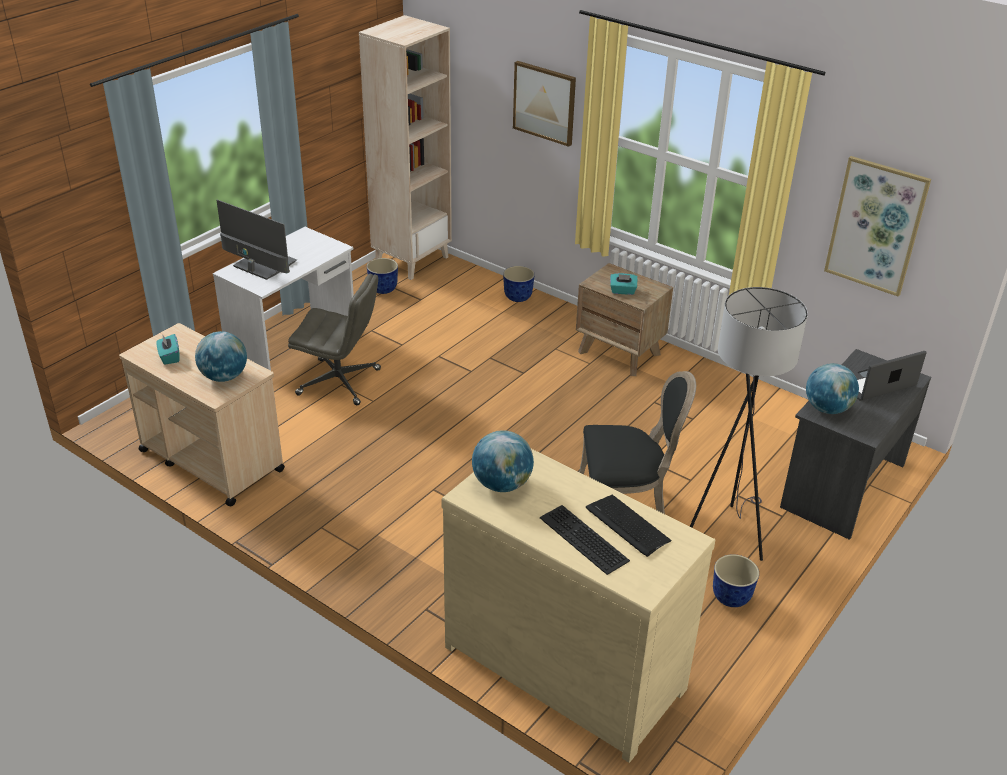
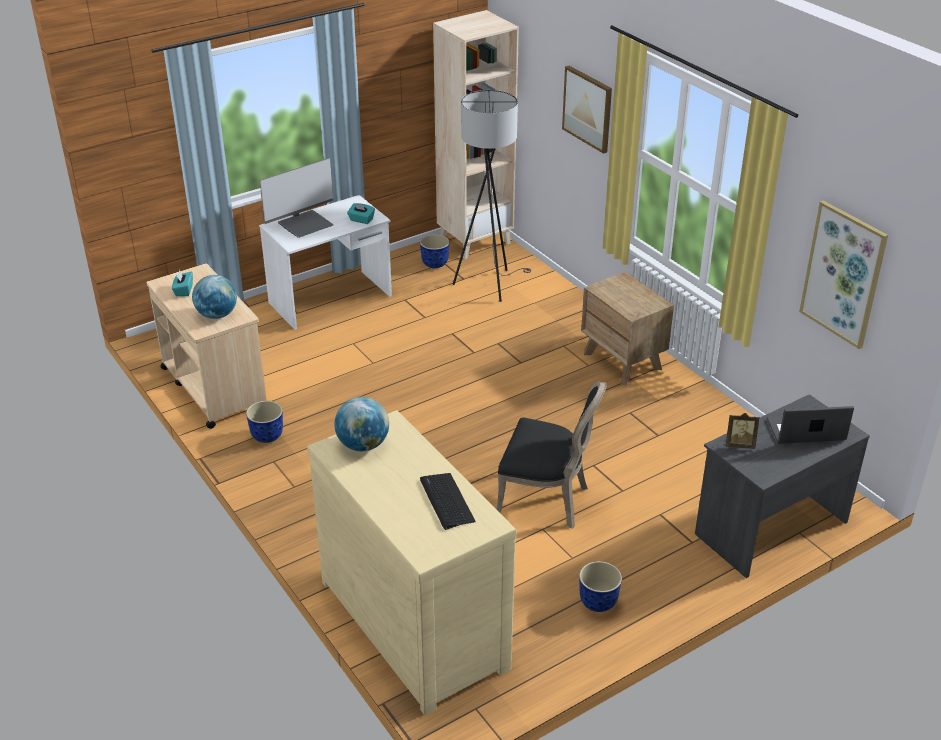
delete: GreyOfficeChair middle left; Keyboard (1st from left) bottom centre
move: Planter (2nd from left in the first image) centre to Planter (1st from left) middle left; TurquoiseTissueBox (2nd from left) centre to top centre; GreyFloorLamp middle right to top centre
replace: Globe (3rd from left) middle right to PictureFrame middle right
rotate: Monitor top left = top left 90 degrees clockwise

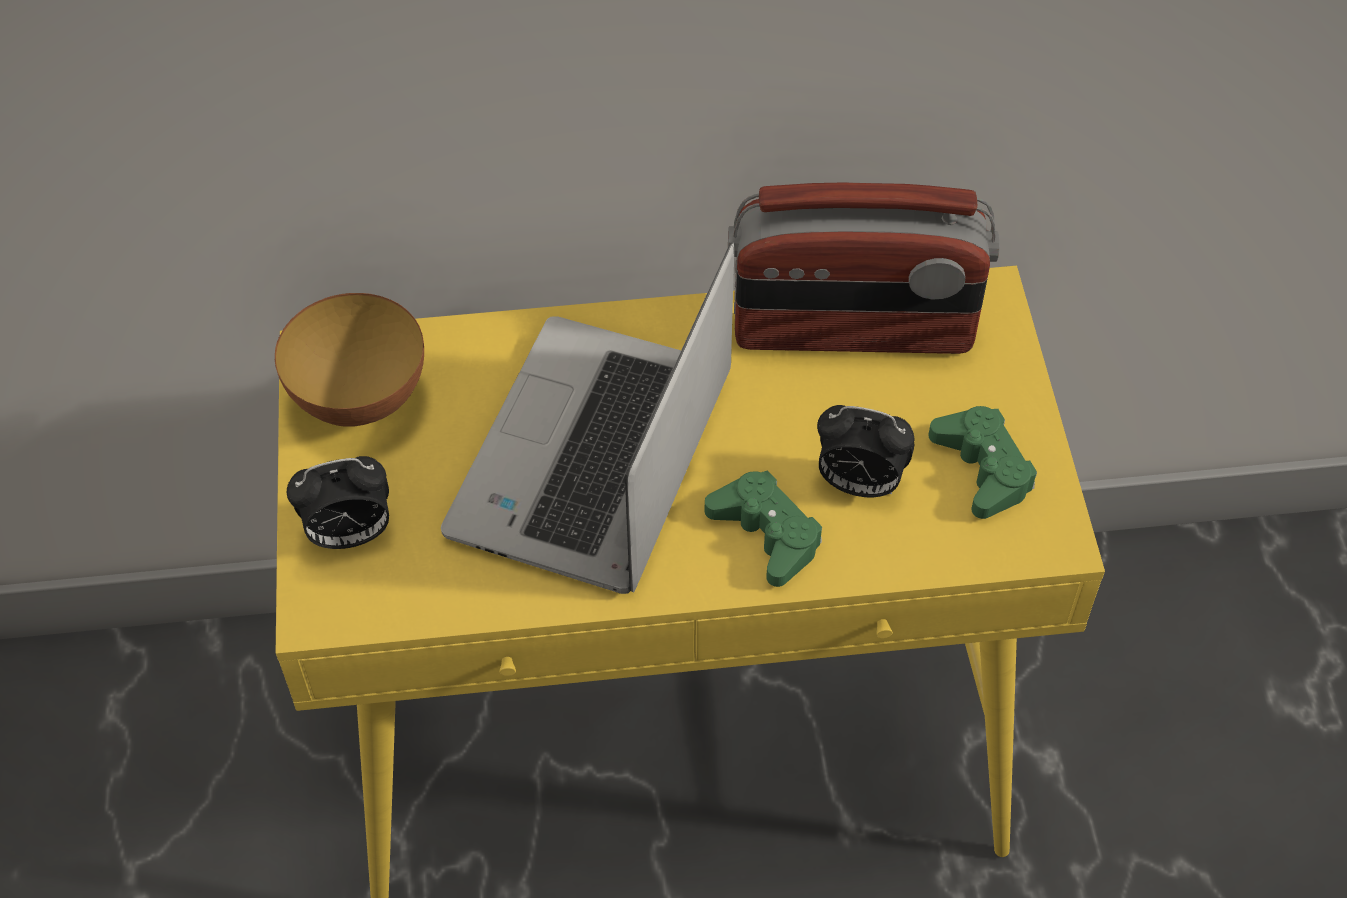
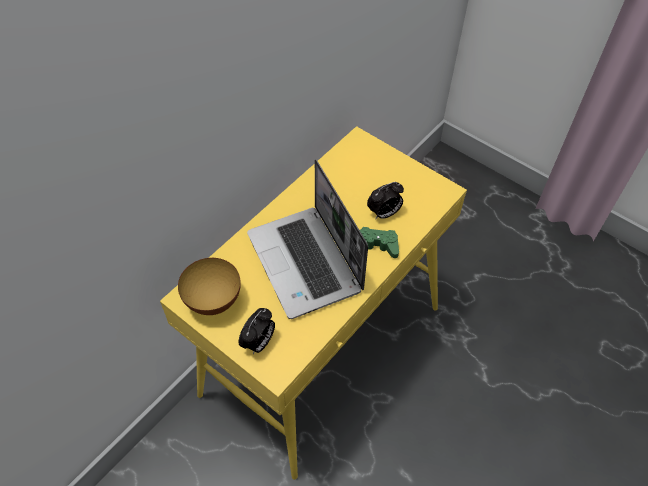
delete: Radio top centre; GreenGameController (2nd from left) middle right

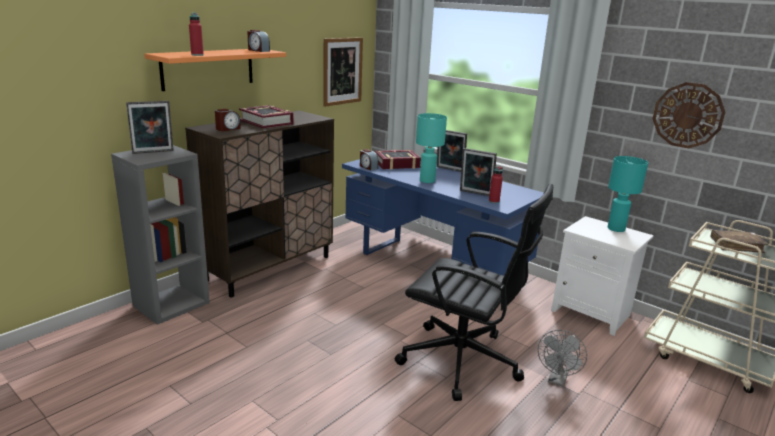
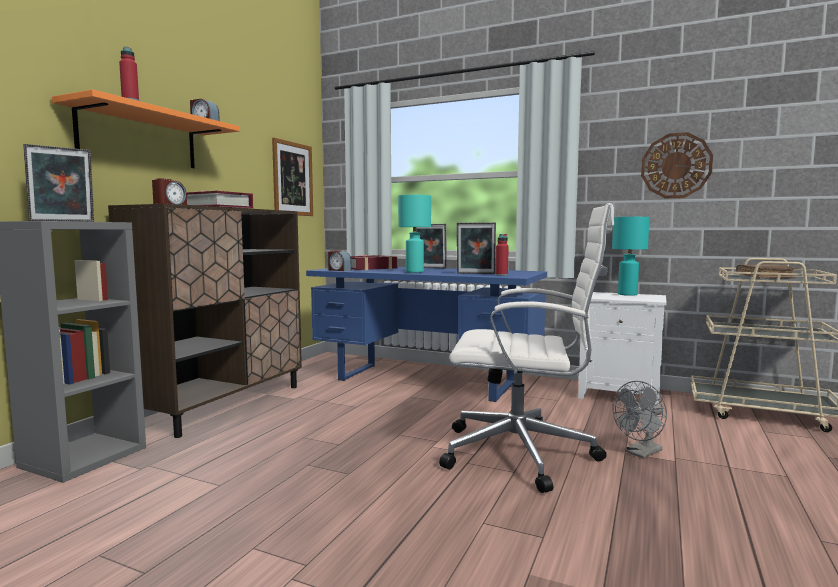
recolor: BlackOfficeChair bottom centre to WhiteOfficeChair centre
rotate: GreyFan bottom right = bottom right 45 degrees clockwise

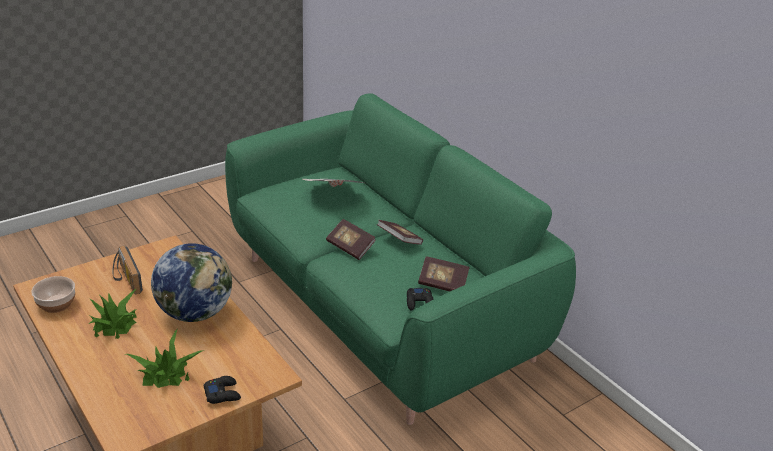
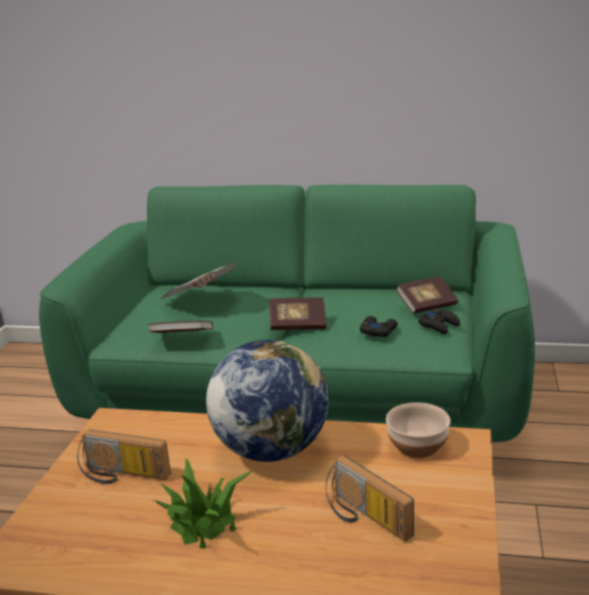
move: Book (2nd from left in the first image) centre to Book (1st from left) middle left; BlackGameController (1st from left) bottom left to centre; Bowl middle left to bottom right
replace: PottedPlant (2nd from left) bottom left to Radio (2nd from left) bottom centre

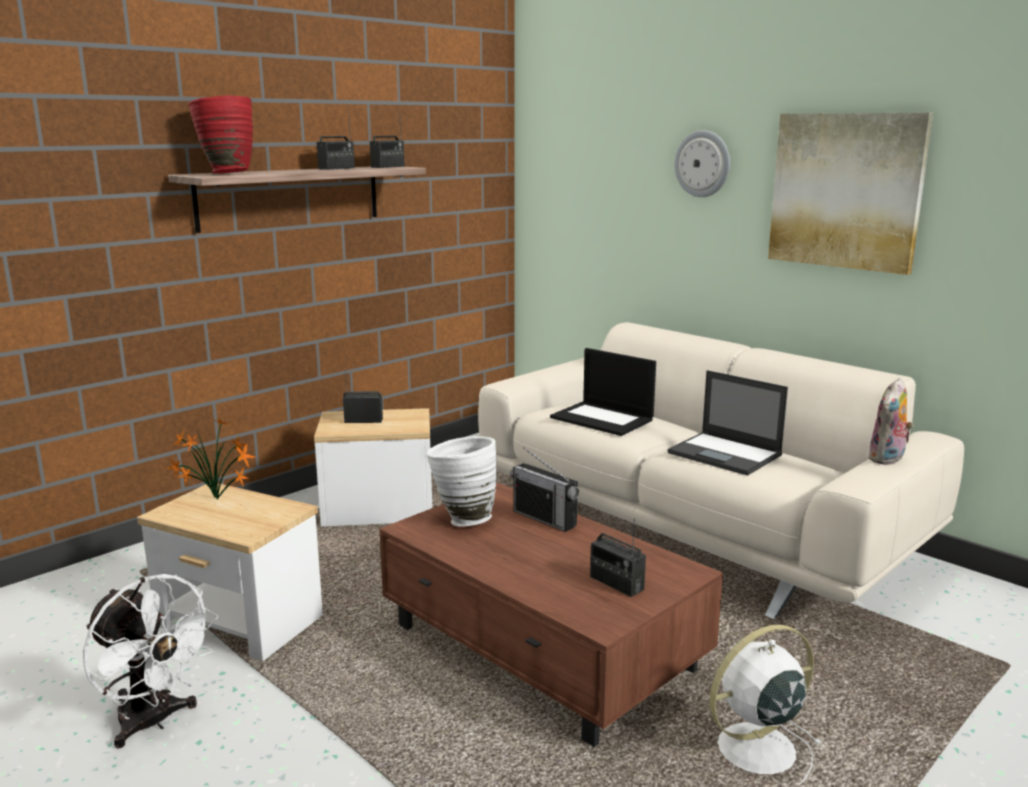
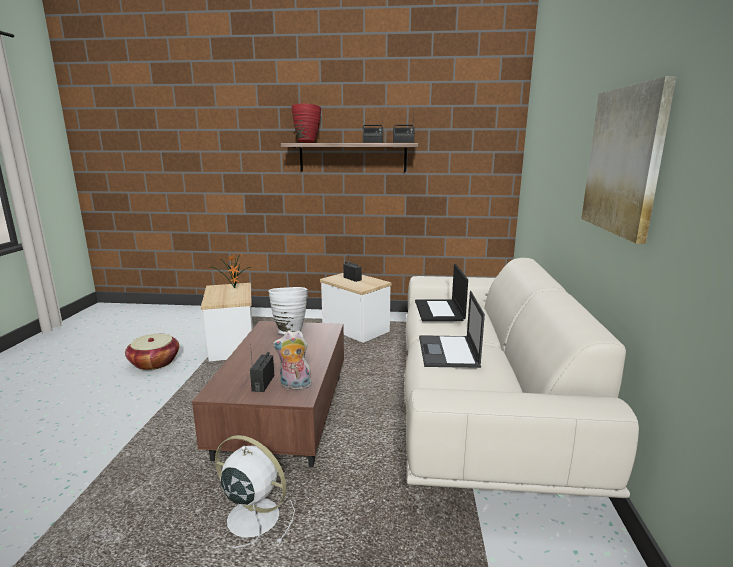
delete: Radio (4th from left) centre; WallClock top right
move: PlushToy middle right to centre
replace: WhiteFan (1st from left) bottom left to Basket middle left

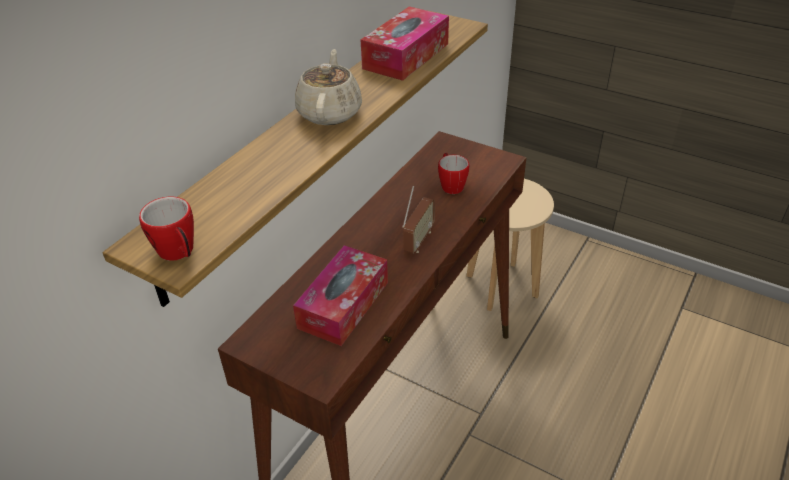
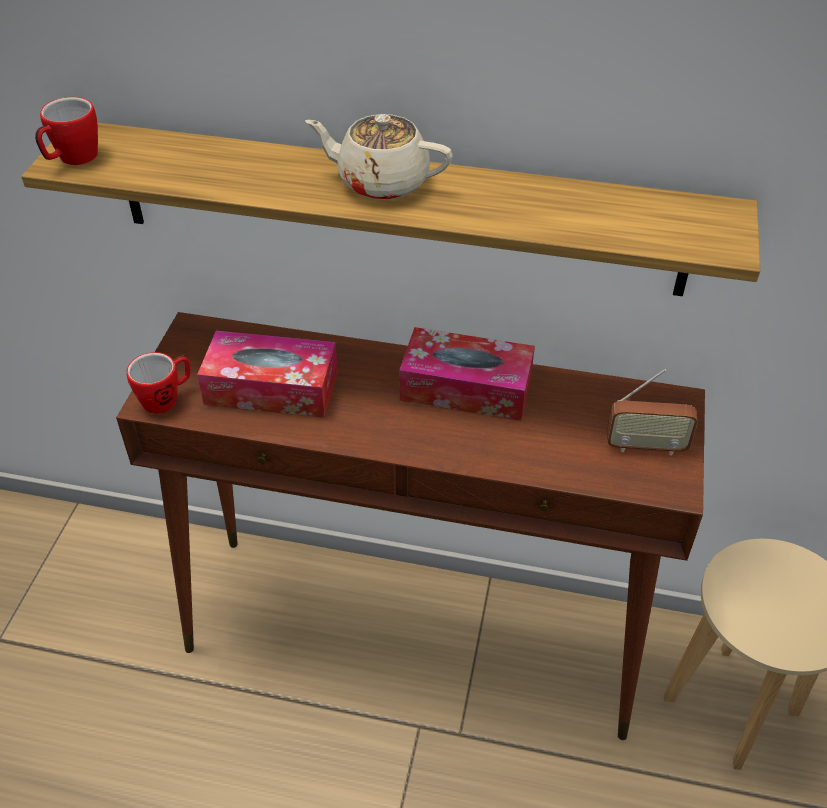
move: Mug (2nd from left) centre to middle left; TissueBox (2nd from left) top centre to centre; Radio centre to middle right
rotate: BeigeTeapot top centre = top centre 150 degrees counterclockwise

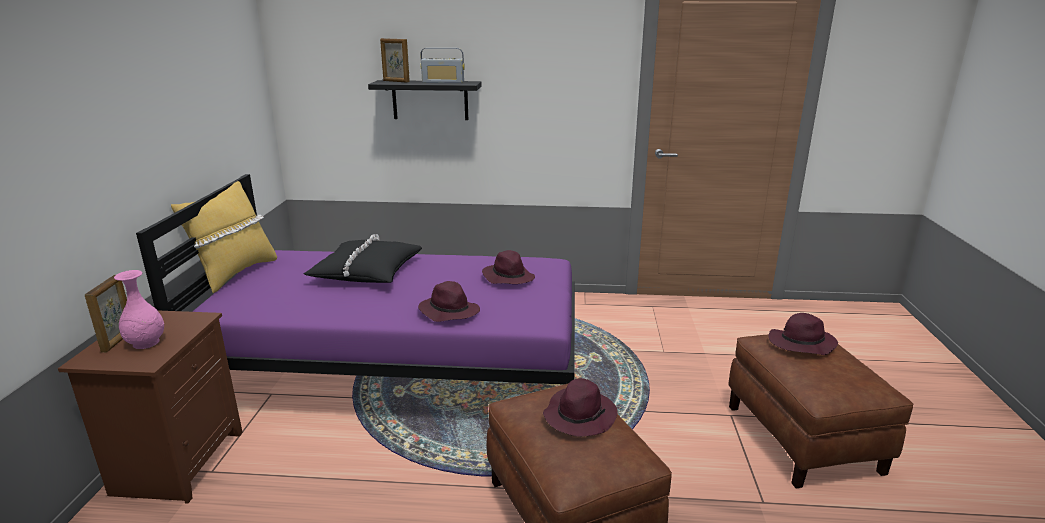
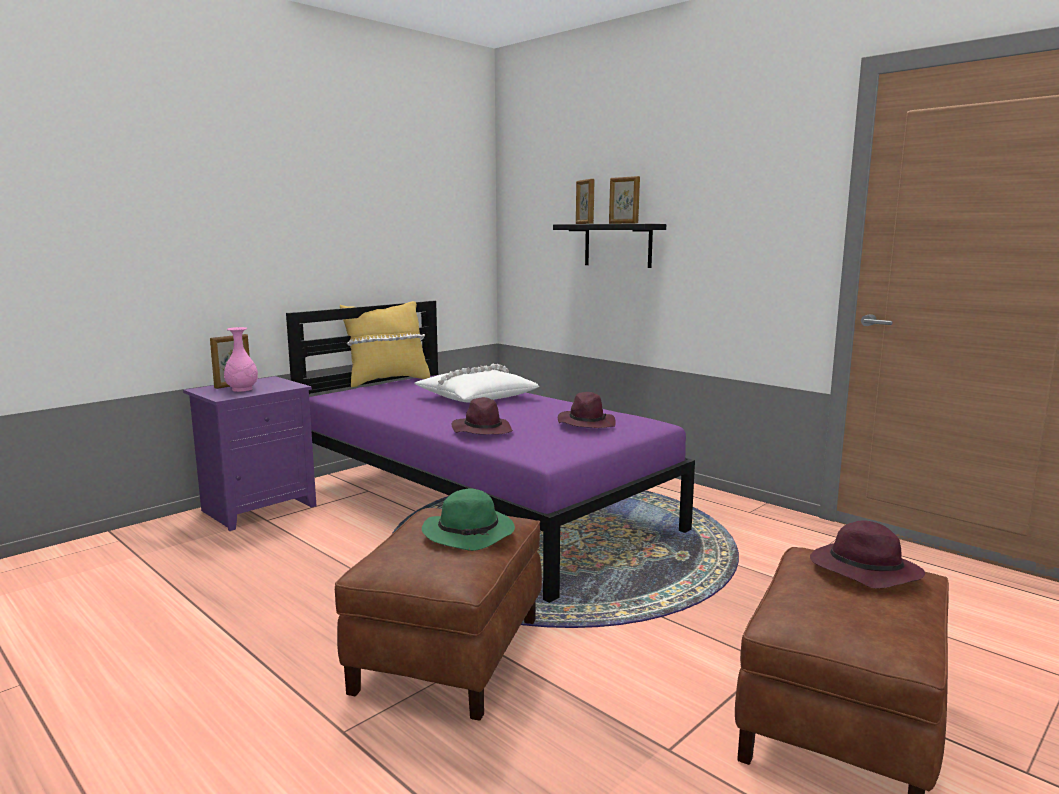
replace: Radio top centre to PictureFrame (3rd from left) top centre
recolor: BrownNightstand bottom left to PurpleNightstand middle left; BlackPillow centre to WhitePillow centre; PurpleHat (3rd from left) bottom centre to GreenHat centre

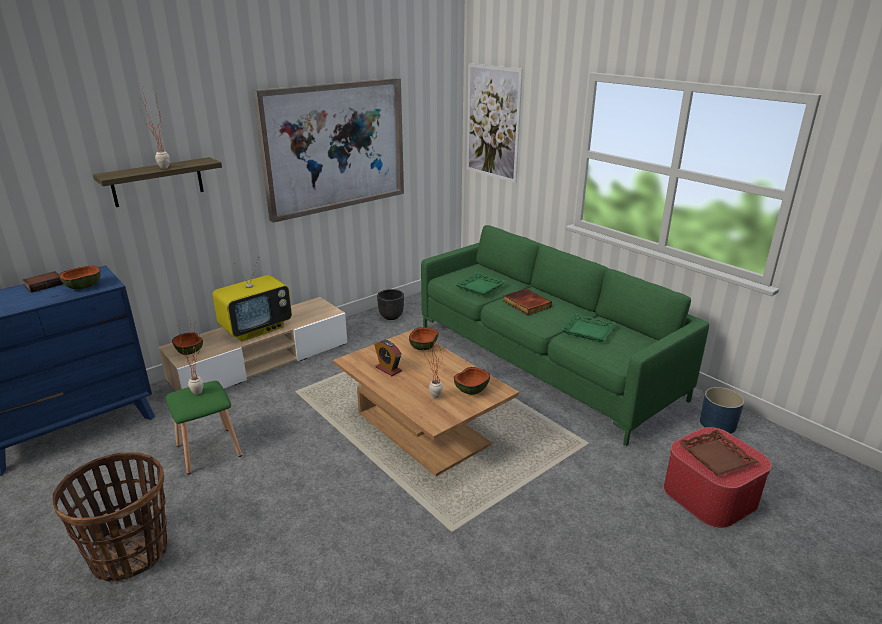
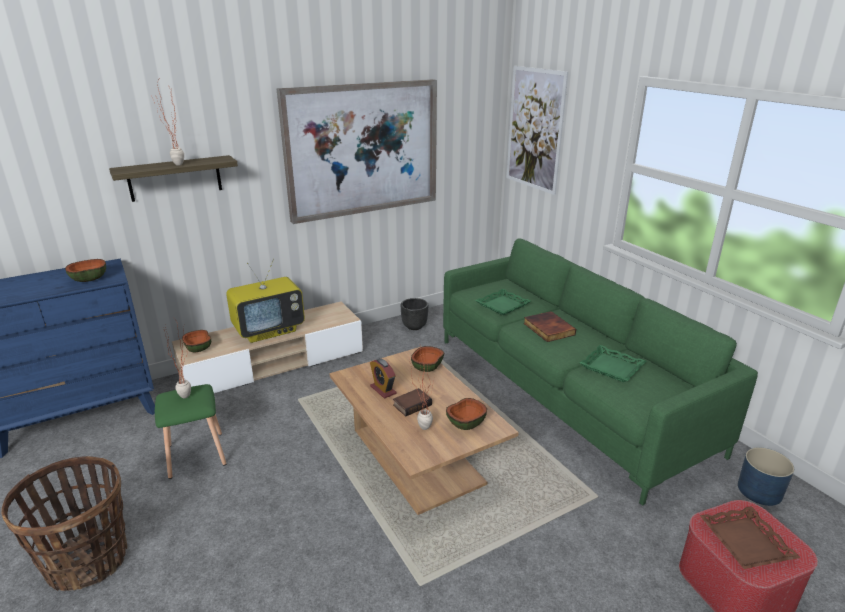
move: Book (1st from left) middle left to centre

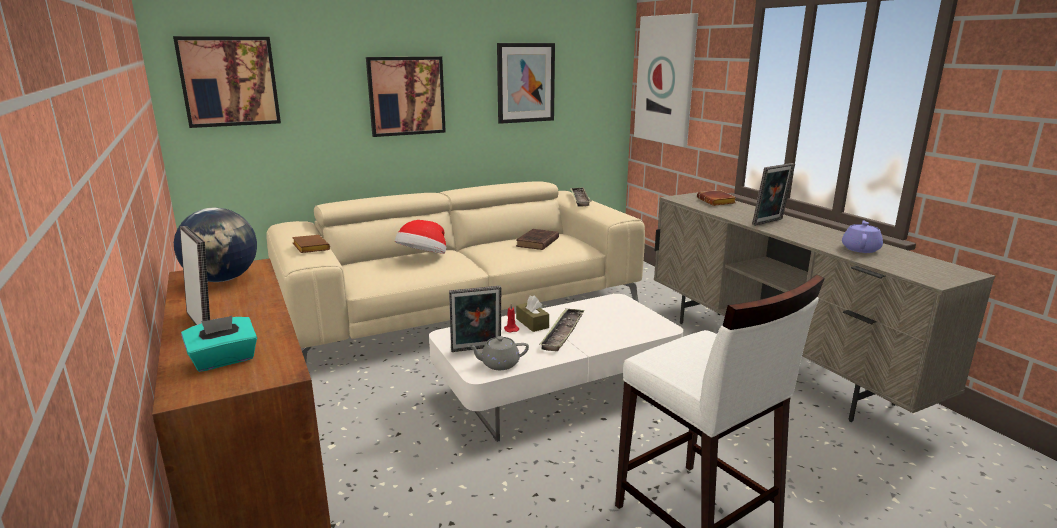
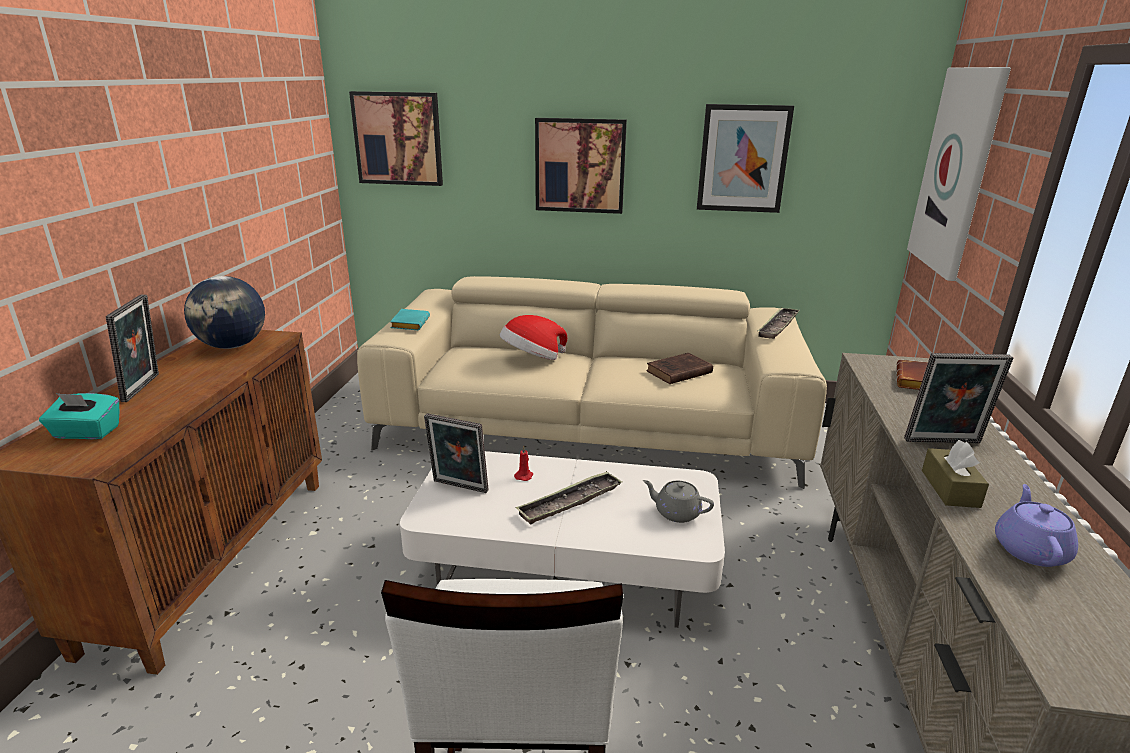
move: GreyTeapot bottom centre to centre; BrownTissueBox centre to middle right
recolor: BrownBook (1st from left) middle left to TurquoiseBook centre
rotate: PurpleTeapot middle right = bottom right 45 degrees counterclockwise

